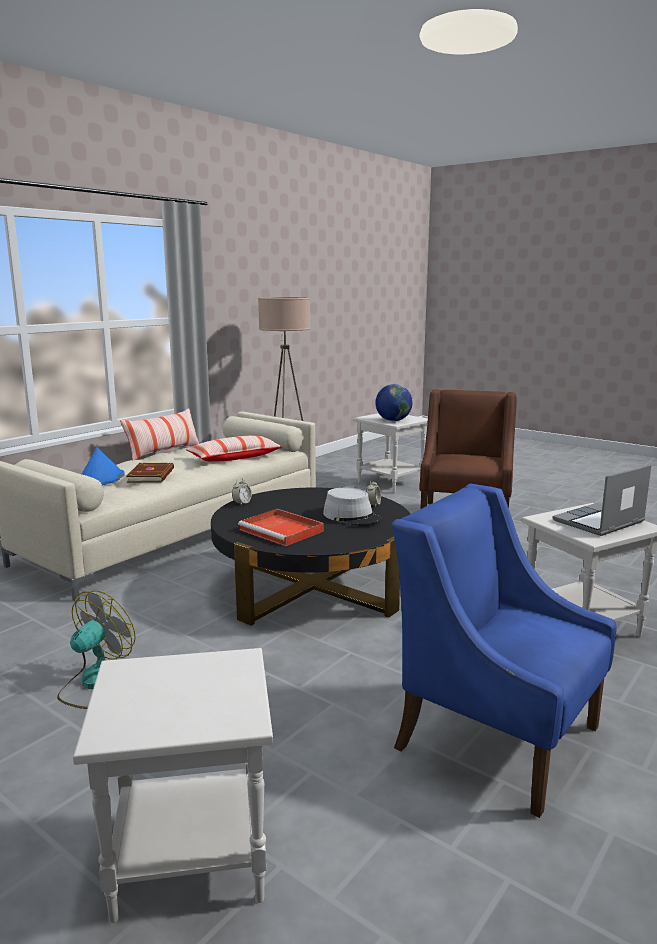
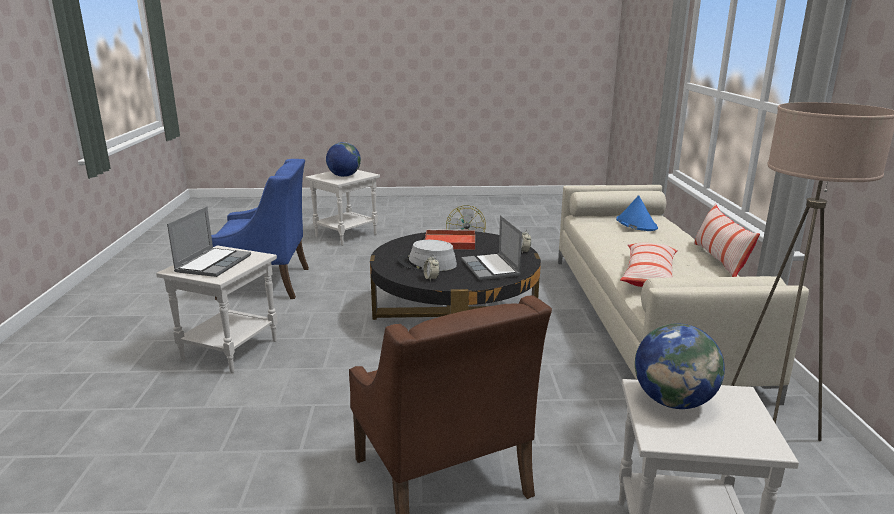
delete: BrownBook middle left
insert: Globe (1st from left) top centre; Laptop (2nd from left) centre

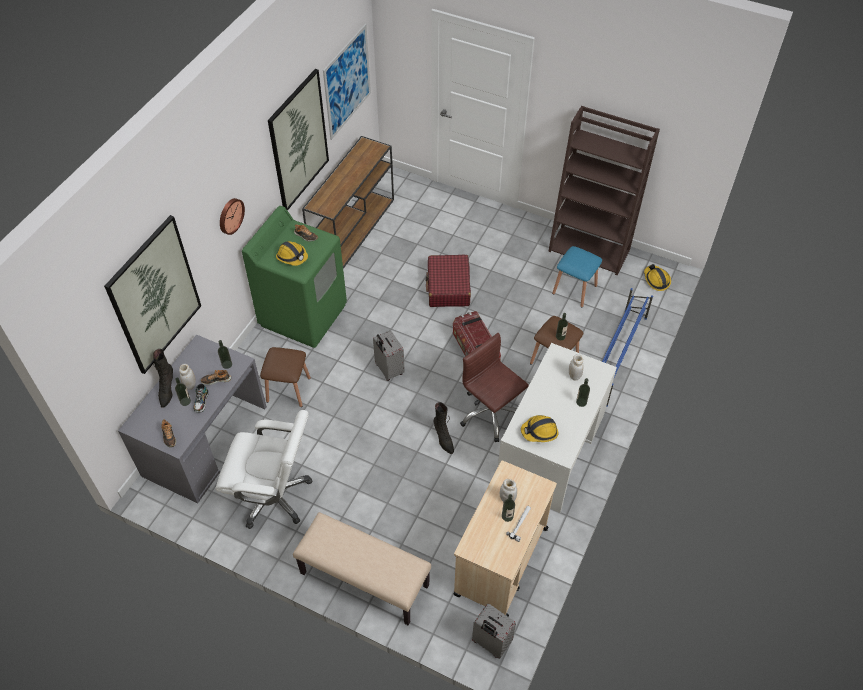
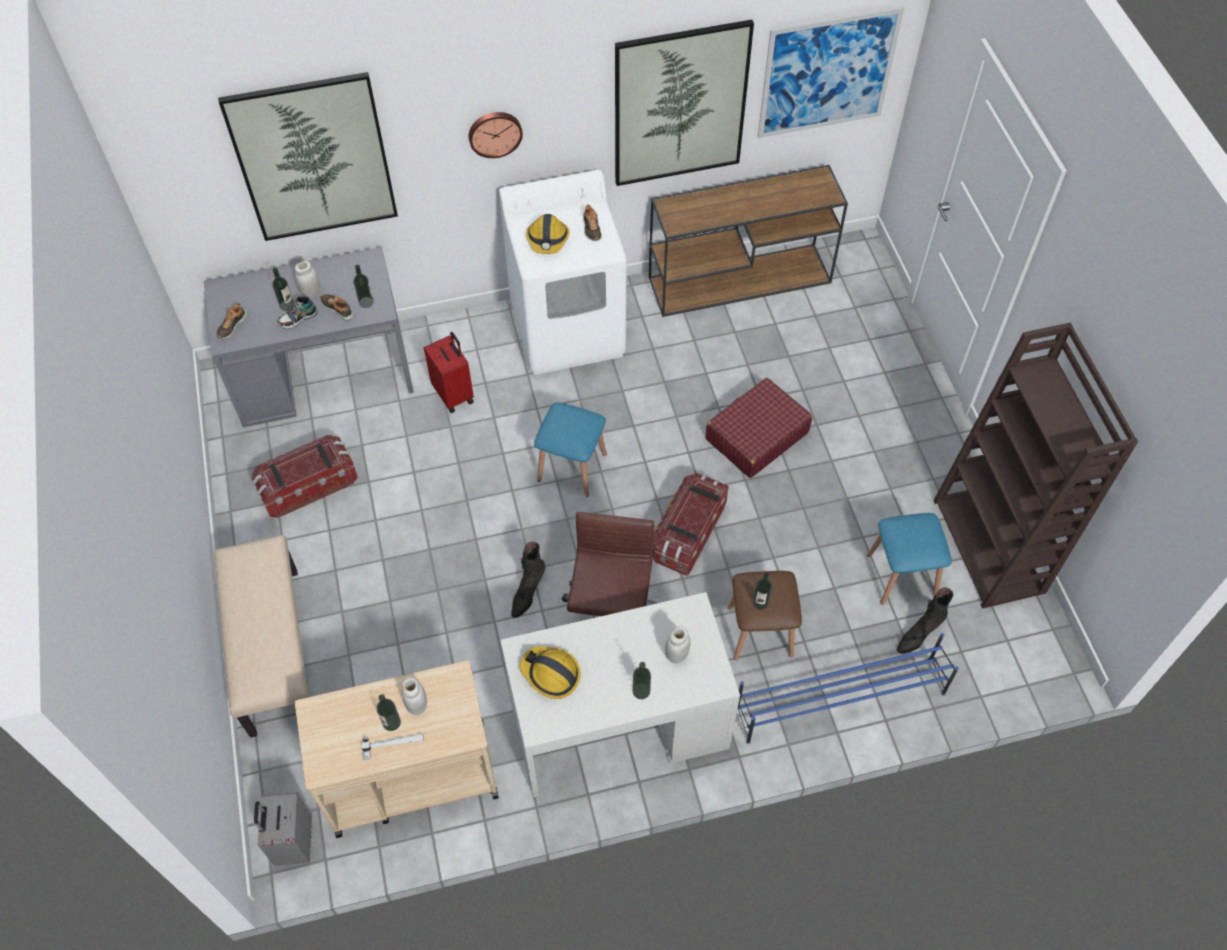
delete: HardHat (3rd from left) middle right
move: BlackBoot (1st from left in the first image) middle left to BlackBoot (2nd from left) middle right
replace: WhiteOfficeChair bottom left to StorageBox (1st from left) middle left; BrownStool (1st from left) middle left to RedSuitcase (1st from left) centre; GreySuitcase (1st from left) centre to BlueStool (1st from left) centre
recolor: GreenWashingMachine centre to WhiteWashingMachine top centre

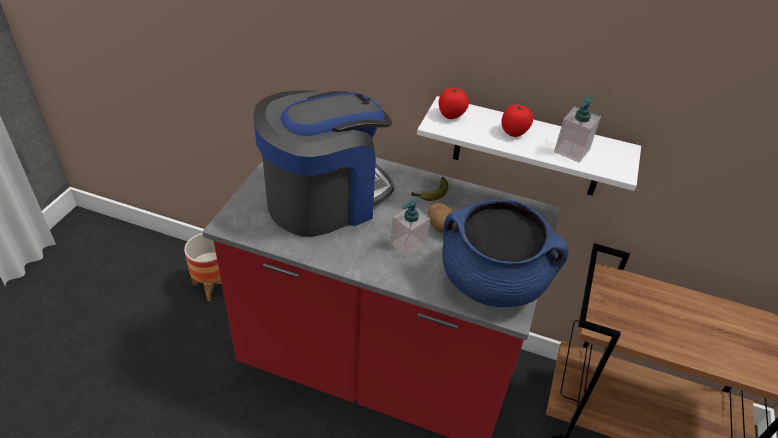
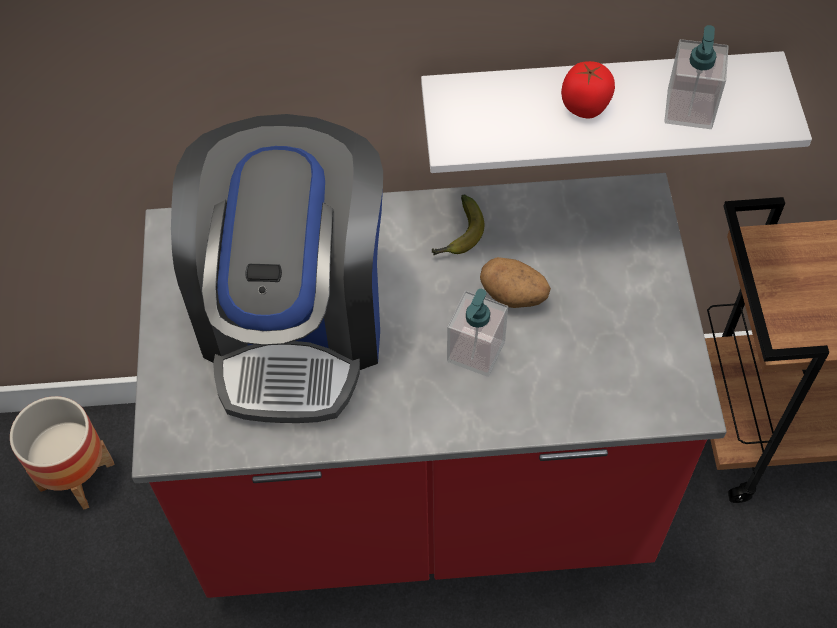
delete: Tomato (1st from left) top centre; BlueCookingPot centre
rotate: CoffeeMachine centre = middle left 150 degrees clockwise

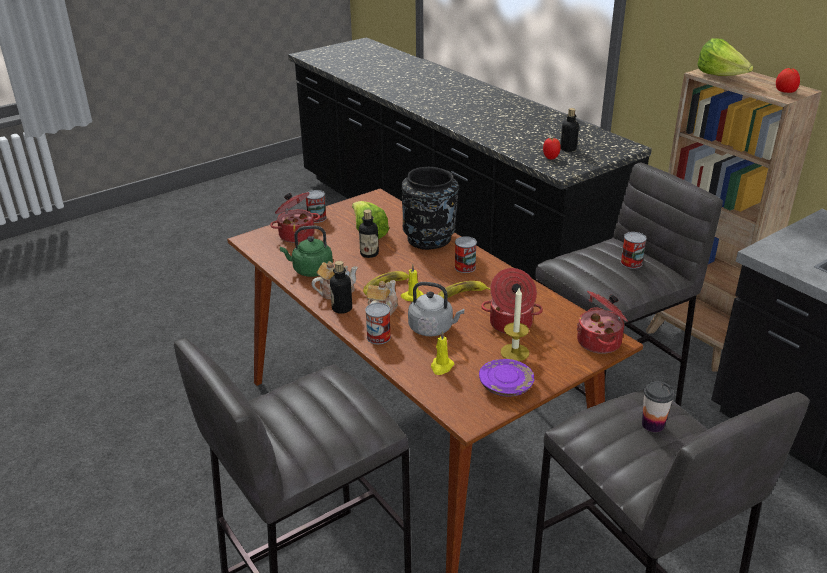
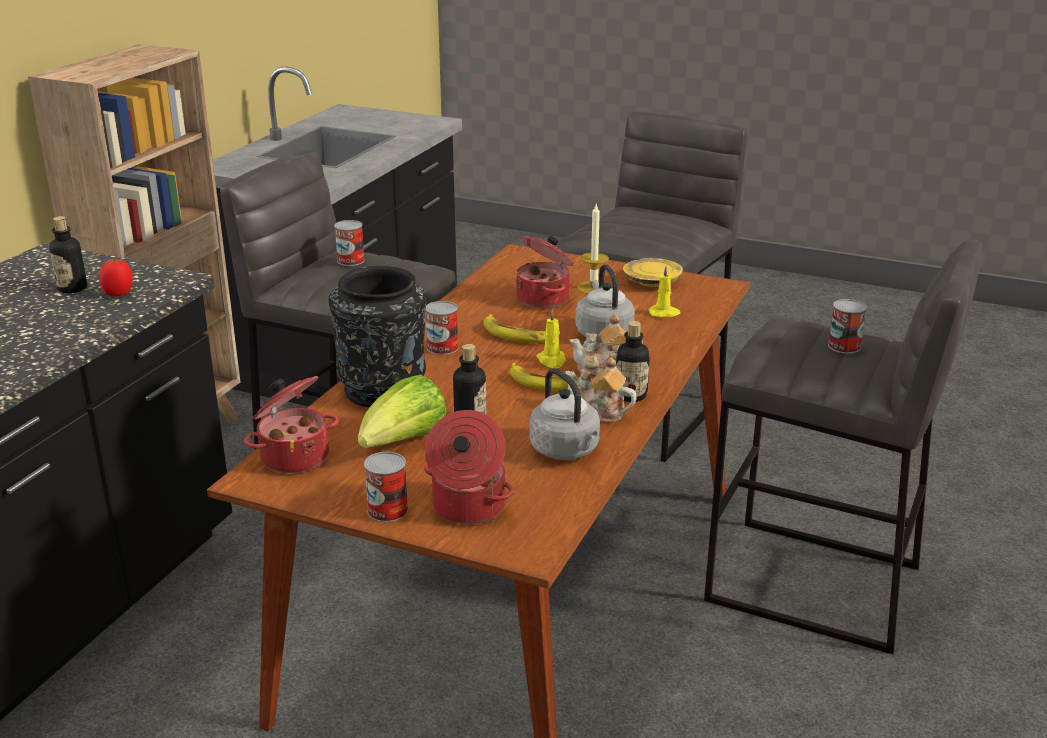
delete: Cup bottom right; Lettuce (2nd from left) top right; Tomato (2nd from left) top right
move: CookingPot (3rd from left in the first image) middle right to CookingPot (1st from left) middle left; Can (2nd from left in the first image) centre to Can (4th from left) middle right
recolor: GreenKettle centre to GreyKettle (1st from left) centre; PurplePlate centre to YellowPlate centre

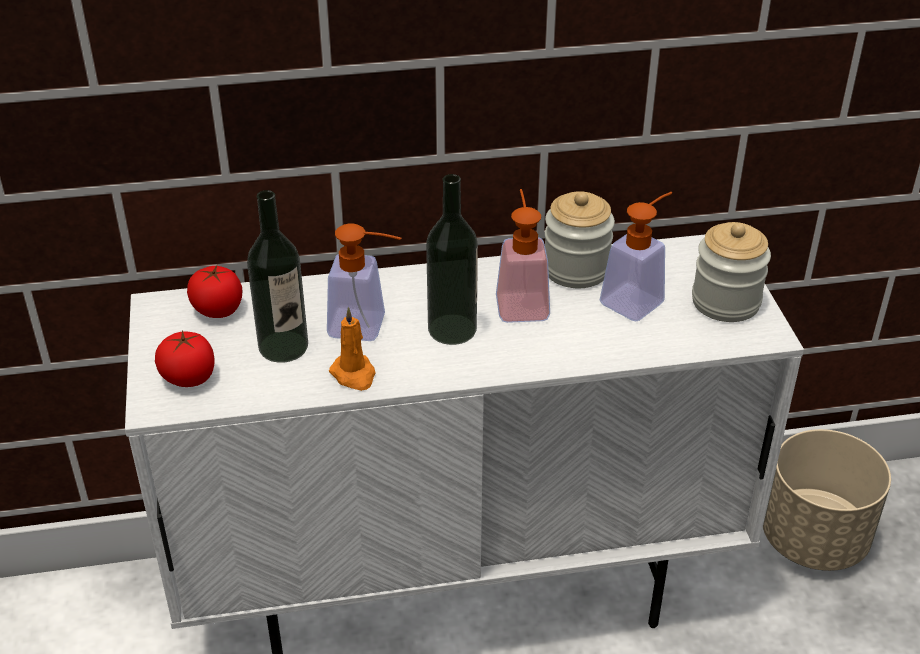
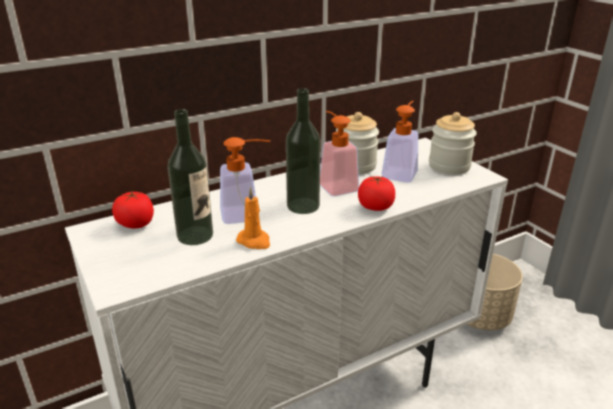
move: Tomato (1st from left in the first image) middle left to Tomato (2nd from left) centre

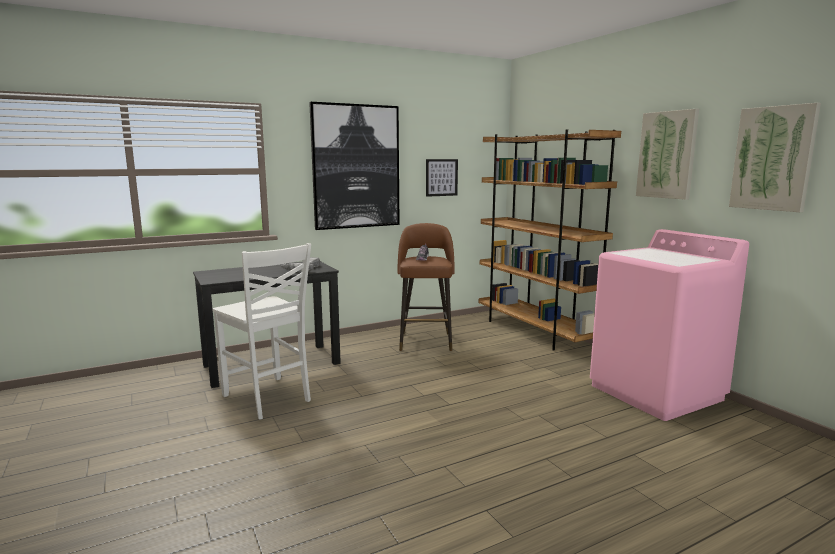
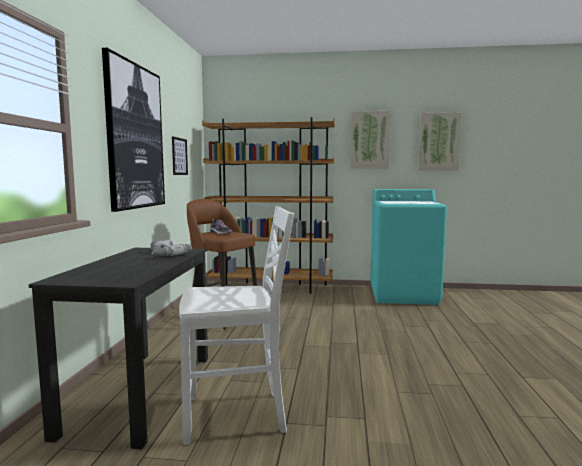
recolor: PinkWashingMachine middle right to TurquoiseWashingMachine middle right

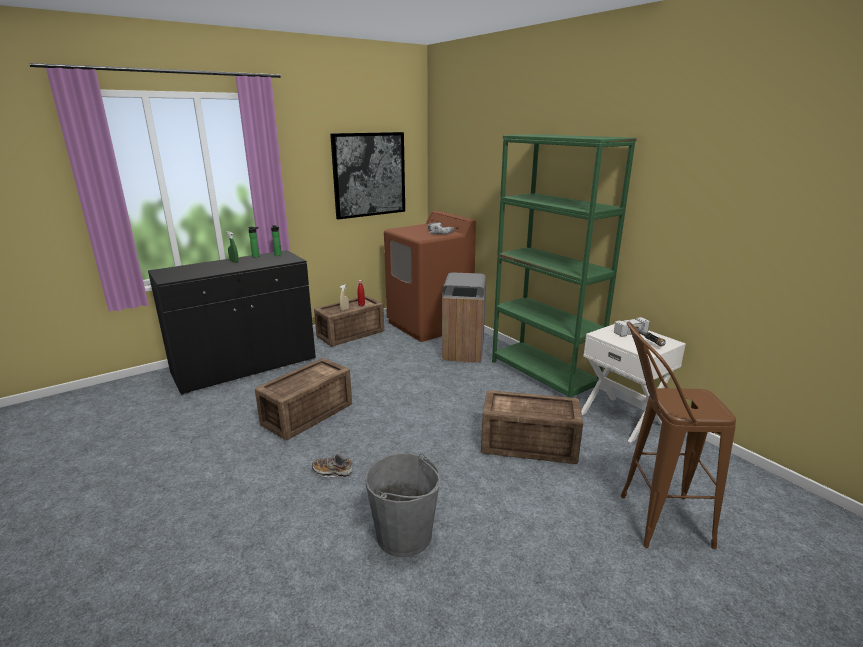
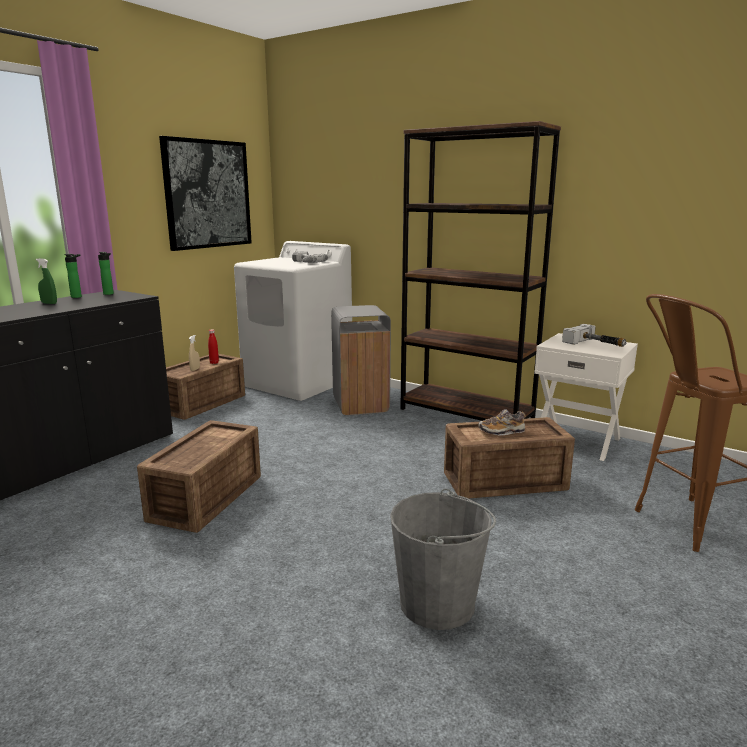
move: Shoe bottom centre to middle right
recolor: BrownWashingMachine centre to WhiteWashingMachine centre; GreenBookcase centre to BrownBookcase centre

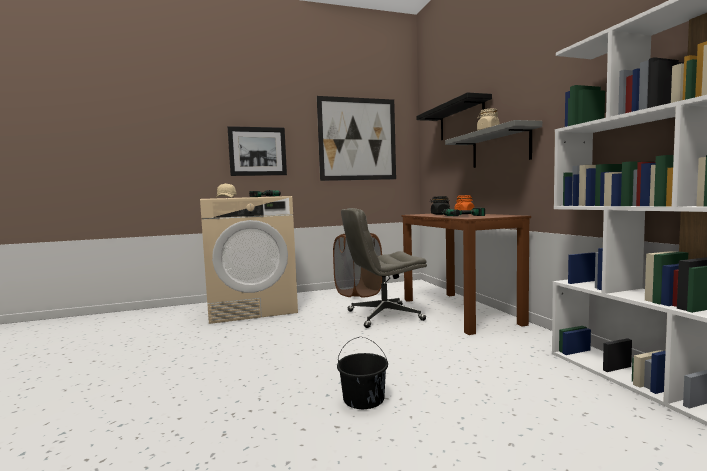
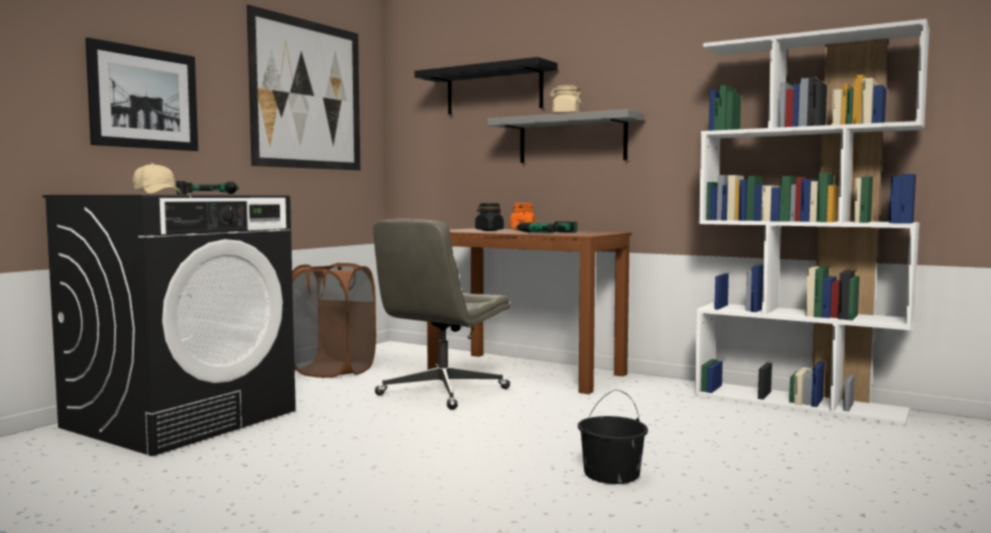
recolor: BeigeWashingMachine centre to BlackWashingMachine middle left

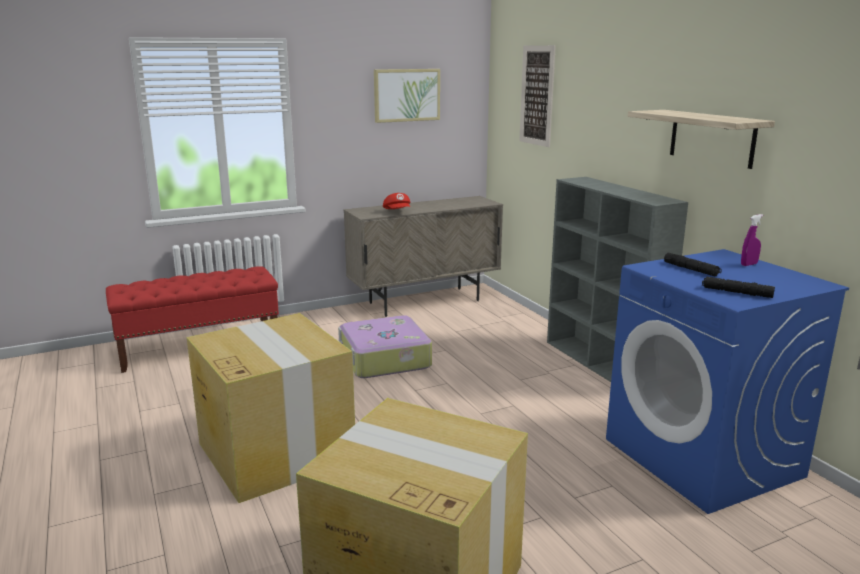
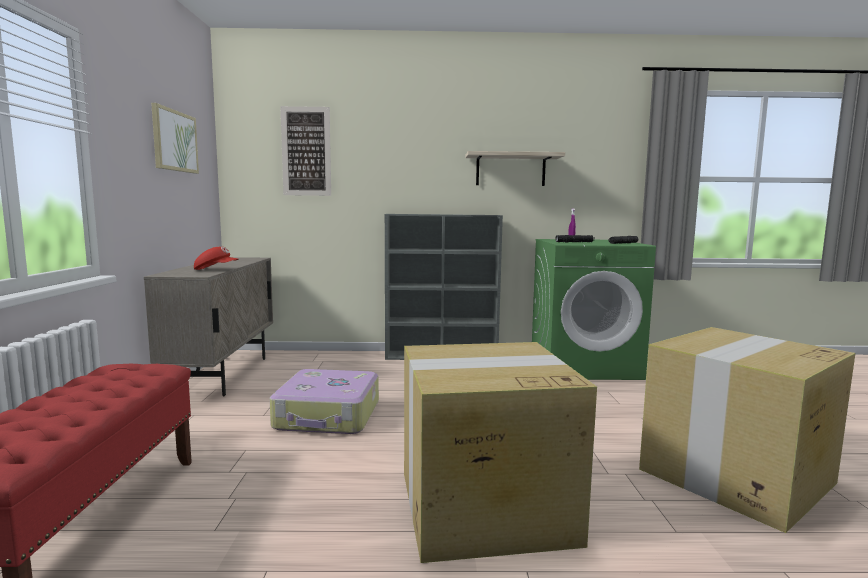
recolor: BlueWashingMachine middle right to GreenWashingMachine middle right

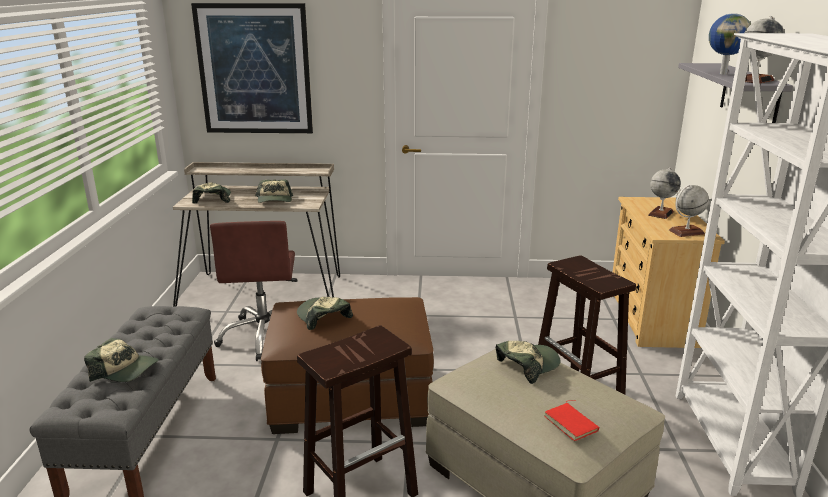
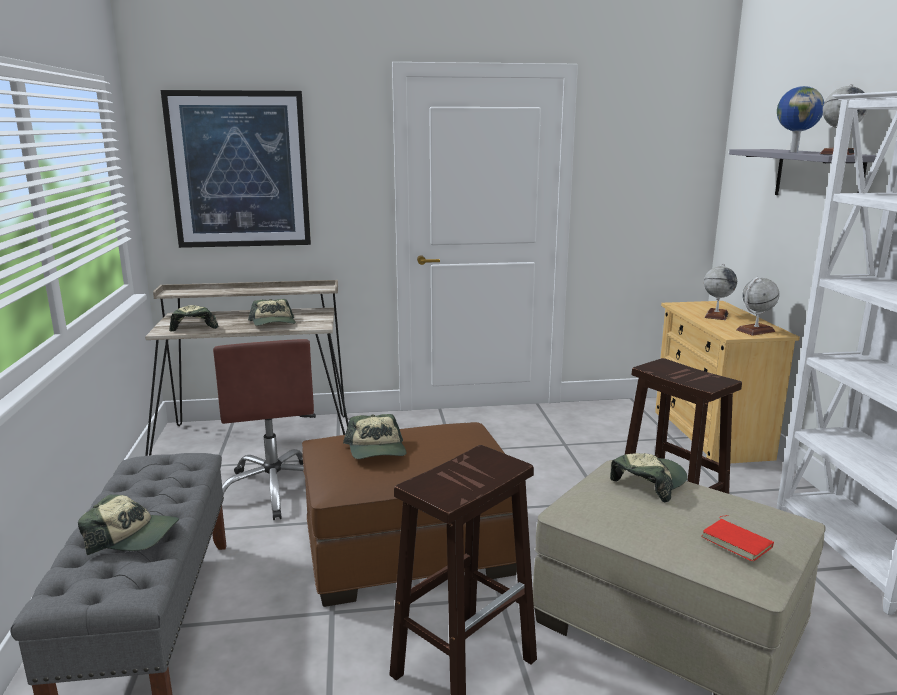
rotate: Cap (4th from left) centre = centre 150 degrees counterclockwise

